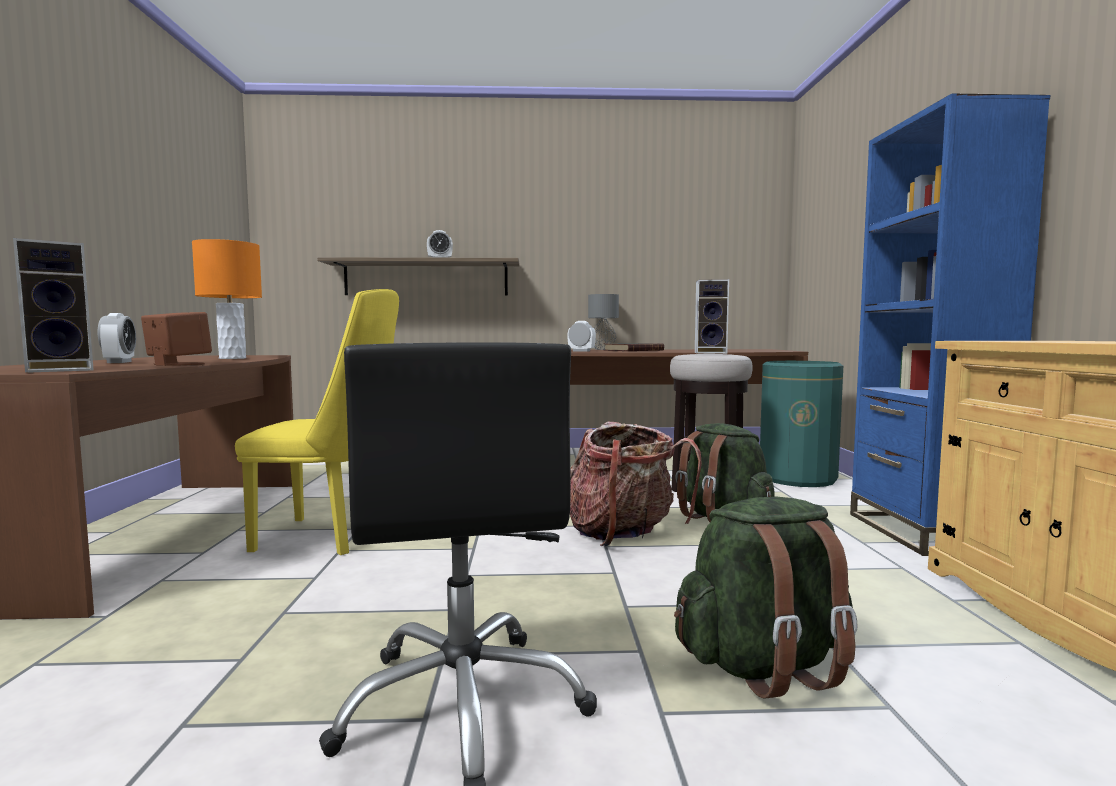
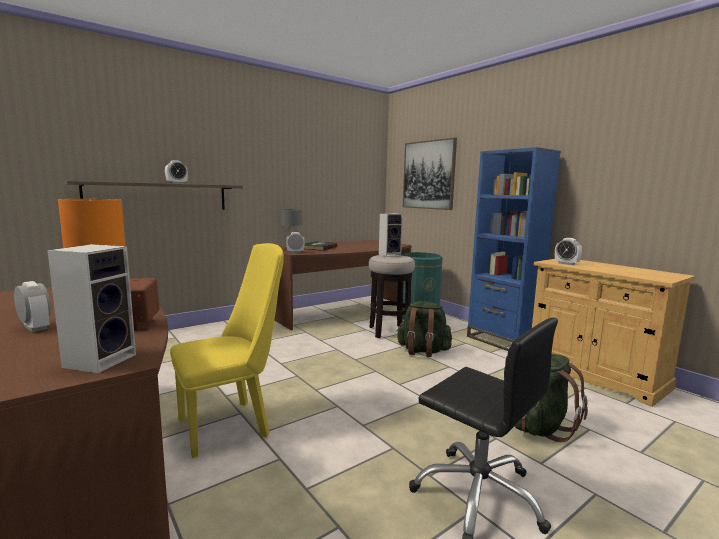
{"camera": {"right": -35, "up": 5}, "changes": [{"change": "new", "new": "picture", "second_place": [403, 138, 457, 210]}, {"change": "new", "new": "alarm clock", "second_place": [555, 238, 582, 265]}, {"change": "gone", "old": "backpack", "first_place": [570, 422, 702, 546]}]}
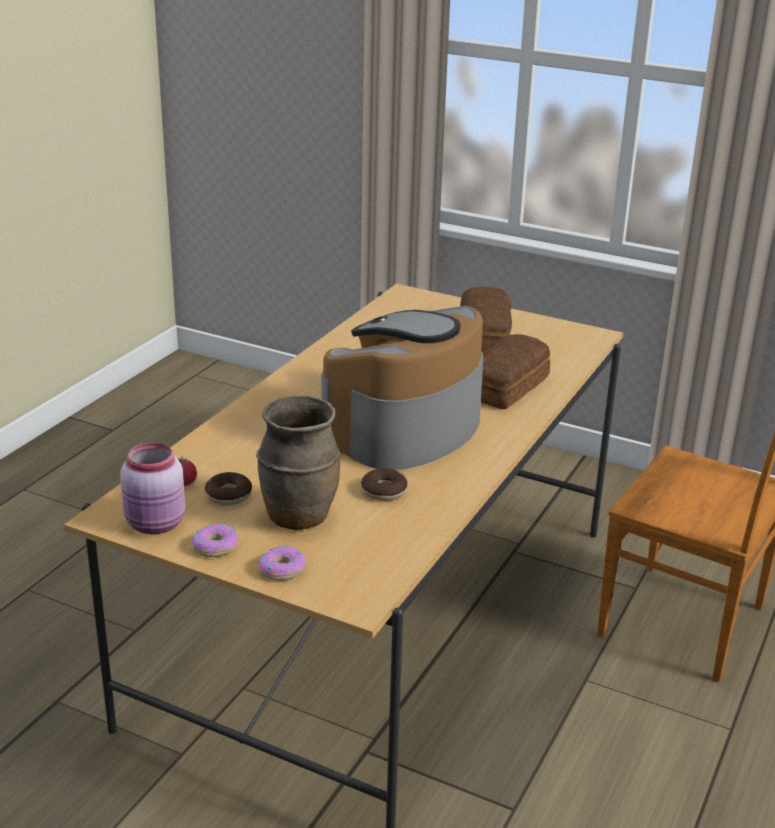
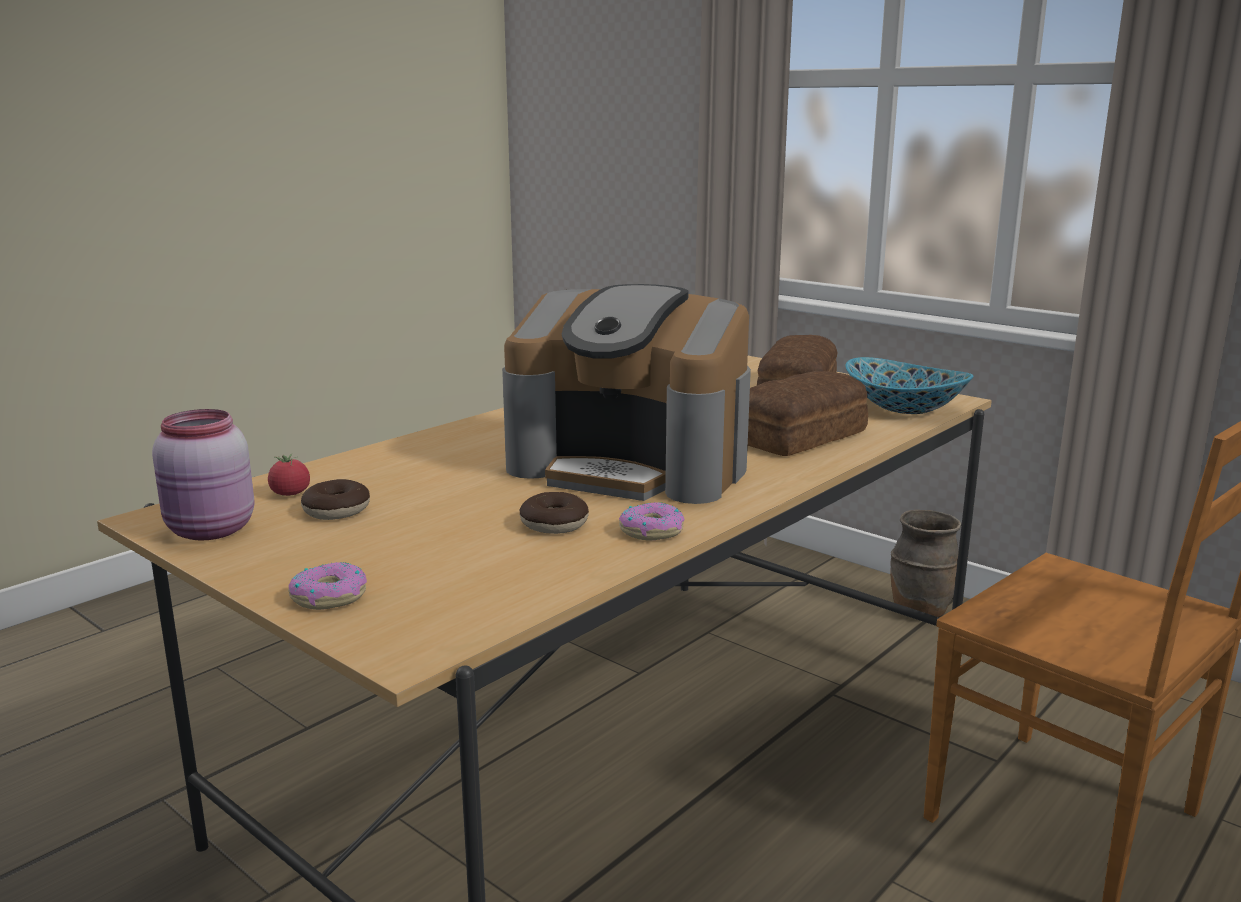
{"camera": {"right": 15, "up": -10}, "changes": [{"change": "rotated", "old": "coffee machine", "first_place": [321, 306, 483, 470], "second_place": [502, 284, 751, 504], "degrees": -120}, {"change": "shifted", "old": "donut", "first_place": [191, 524, 238, 557], "second_place": [619, 502, 685, 541]}, {"change": "new", "new": "bowl", "second_place": [845, 357, 974, 414]}, {"change": "shifted", "old": "vase (brown)", "first_place": [256, 395, 340, 530], "second_place": [890, 510, 961, 617]}]}
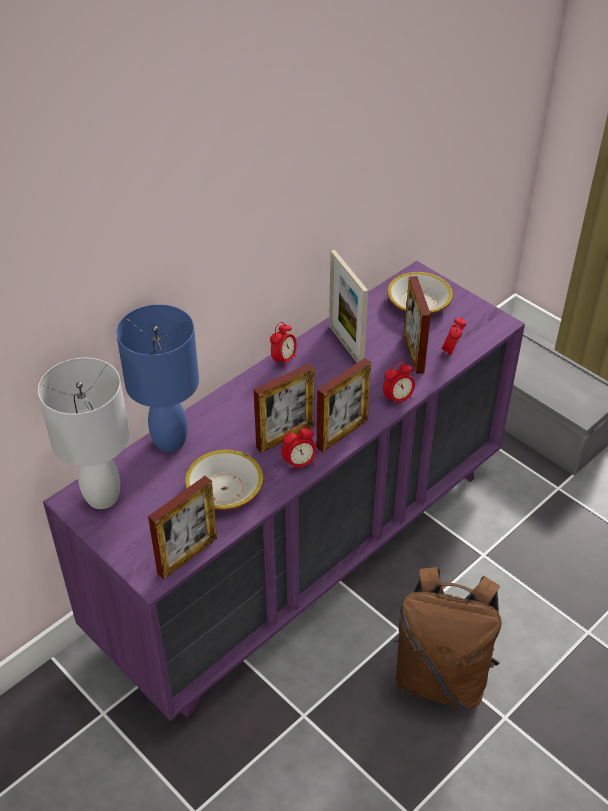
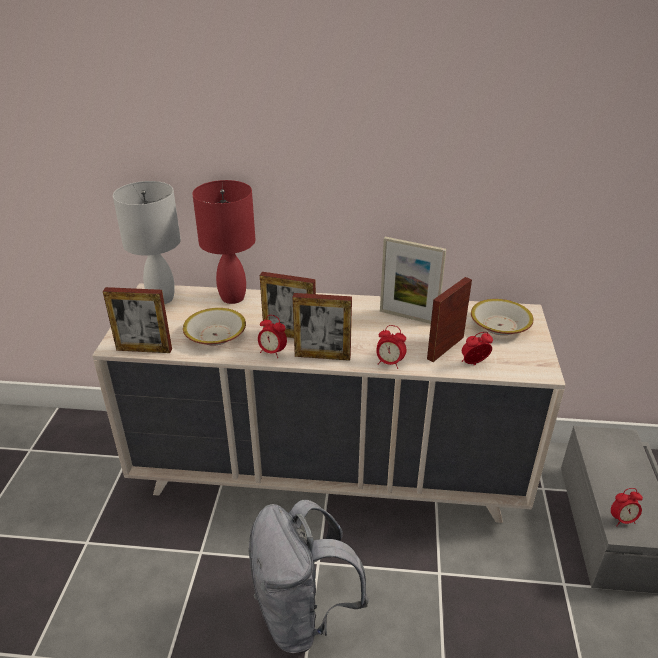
{"camera": {"right": 50, "up": -10}, "changes": [{"change": "repainted", "old": "dresser (purple)", "new": "dresser (beige)", "first_place": [43, 261, 525, 721], "second_place": [92, 283, 566, 523]}, {"change": "repainted", "old": "table lamp (blue)", "new": "table lamp (red)", "first_place": [116, 304, 199, 452], "second_place": [192, 180, 255, 304]}, {"change": "repainted", "old": "backpack (brown)", "new": "backpack (grey)", "first_place": [393, 567, 502, 709], "second_place": [248, 500, 369, 653]}, {"change": "rotated", "old": "picture frame", "first_place": [329, 250, 368, 363], "second_place": [380, 237, 446, 324], "degrees": -90}, {"change": "shifted", "old": "alarm clock", "first_place": [270, 322, 297, 368], "second_place": [611, 488, 643, 526]}]}
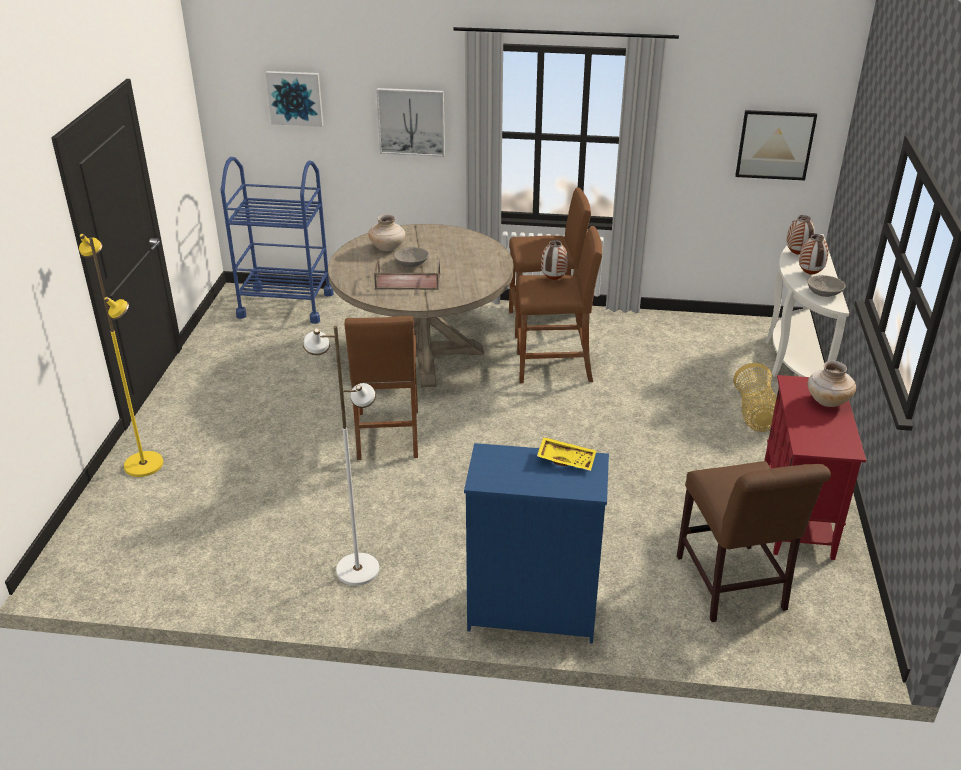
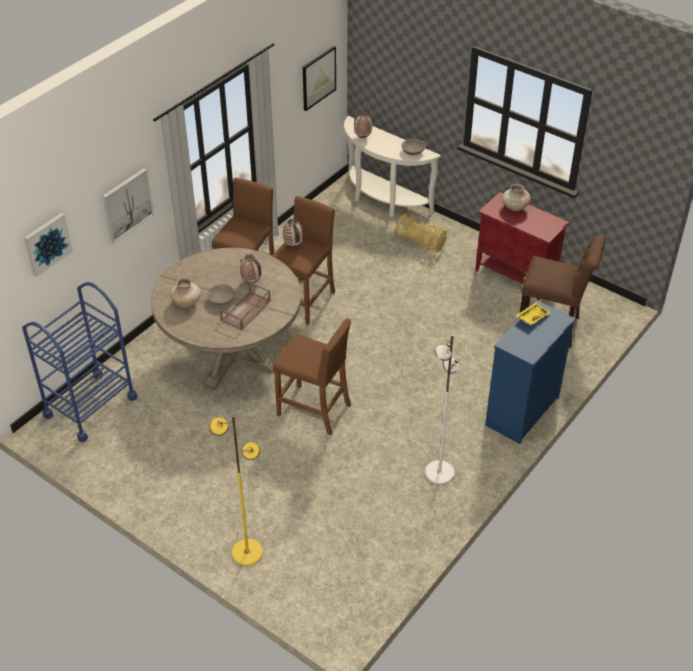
{"camera": {"right": -60, "up": 10}, "changes": [{"change": "shifted", "old": "vase", "first_place": [799, 234, 829, 275], "second_place": [240, 254, 261, 283]}]}
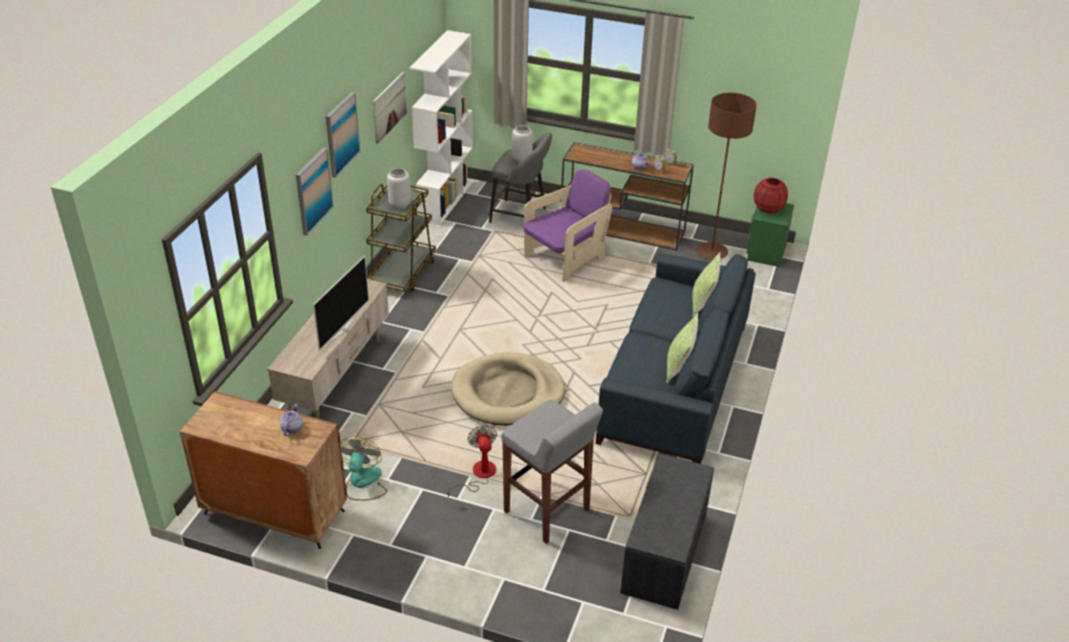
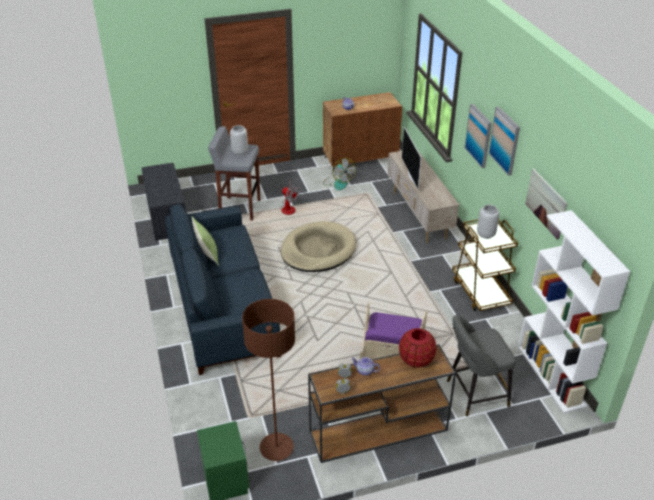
{"camera": {"right": 145, "up": 0}, "changes": [{"change": "shifted", "old": "vase (grey)", "first_place": [512, 125, 533, 162], "second_place": [230, 125, 248, 156]}, {"change": "shifted", "old": "vase (red)", "first_place": [754, 178, 788, 213], "second_place": [399, 328, 436, 368]}, {"change": "gone", "old": "pillow", "first_place": [692, 252, 721, 317]}]}
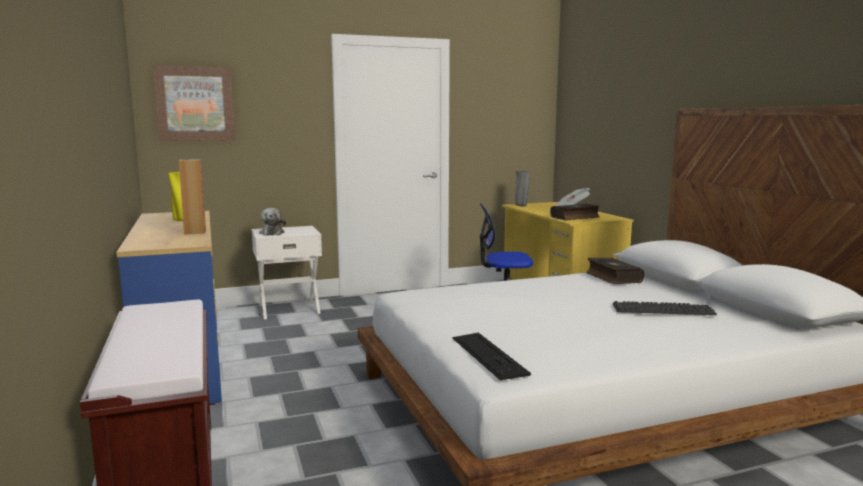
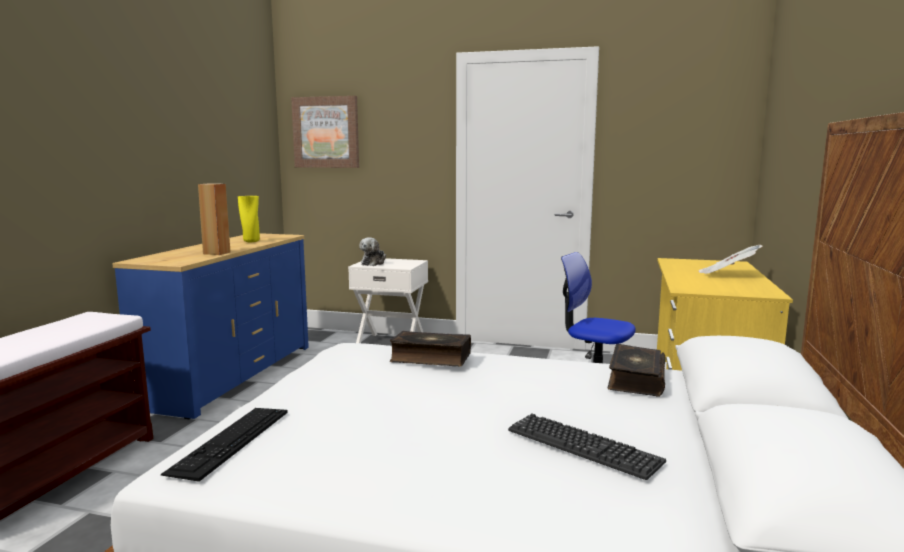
{"camera": {"right": 35, "up": 0}, "changes": [{"change": "shifted", "old": "book", "first_place": [550, 204, 600, 220], "second_place": [390, 331, 471, 366]}, {"change": "gone", "old": "vase (grey)", "first_place": [515, 171, 530, 206]}]}
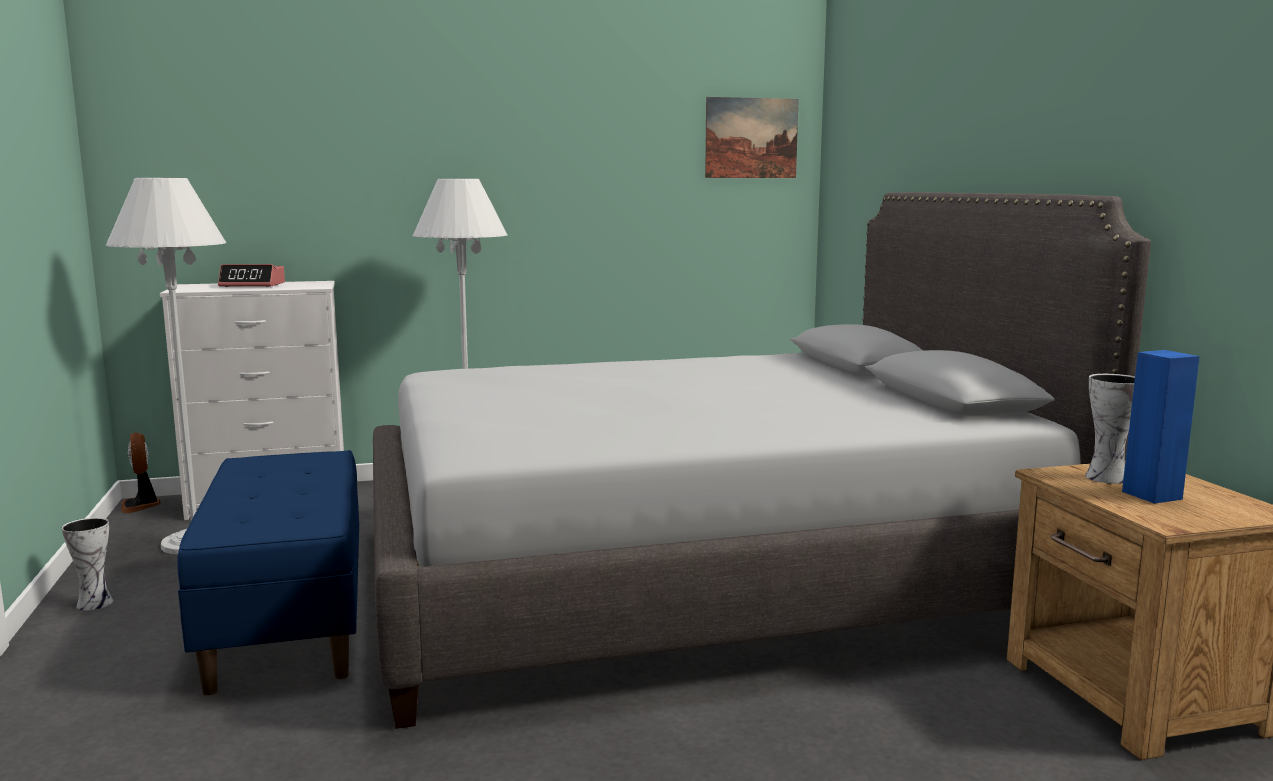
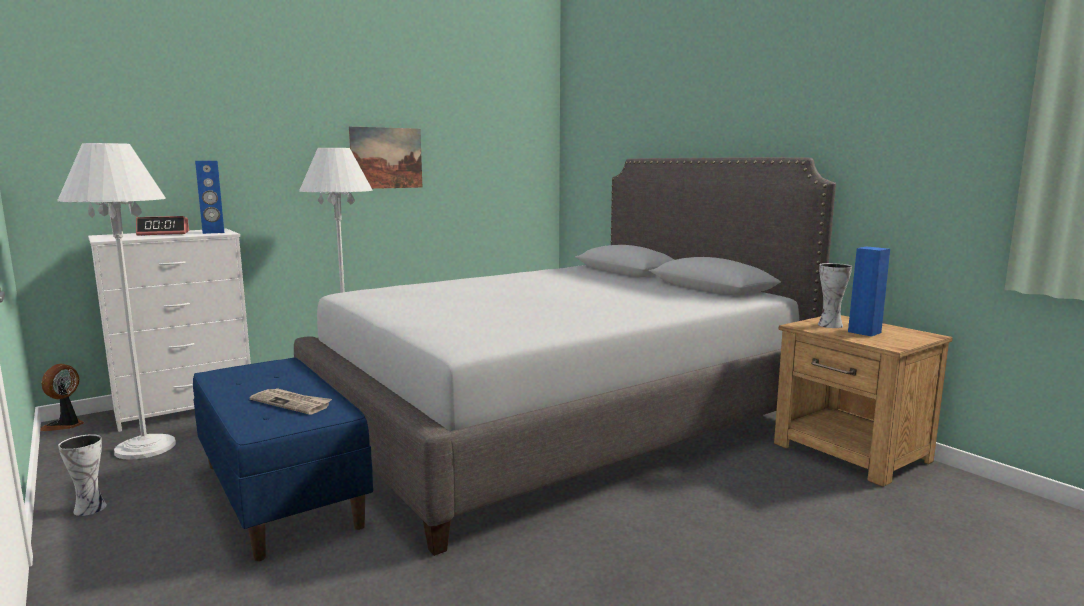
{"camera": {"right": -20, "up": 0}, "changes": [{"change": "rotated", "old": "fan", "first_place": [121, 433, 161, 513], "second_place": [40, 364, 84, 431], "degrees": 60}, {"change": "new", "new": "speaker (blue)", "second_place": [195, 161, 224, 234]}, {"change": "new", "new": "newspaper", "second_place": [250, 388, 332, 415]}, {"change": "shifted", "old": "picture", "first_place": [705, 97, 799, 178], "second_place": [349, 127, 422, 189]}]}
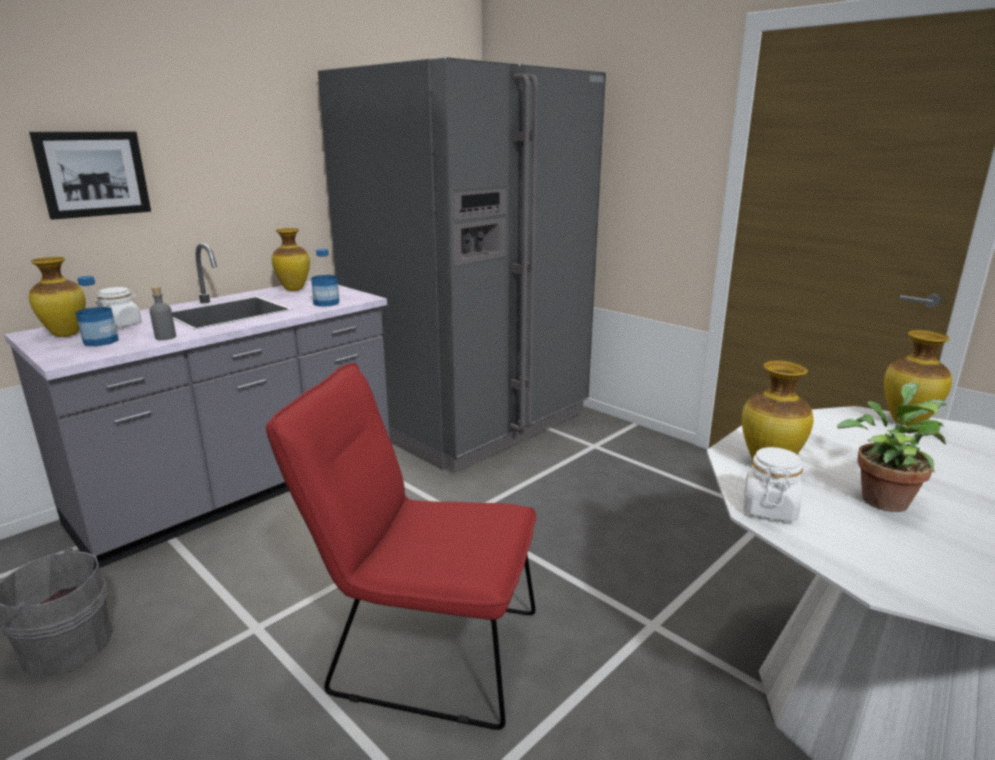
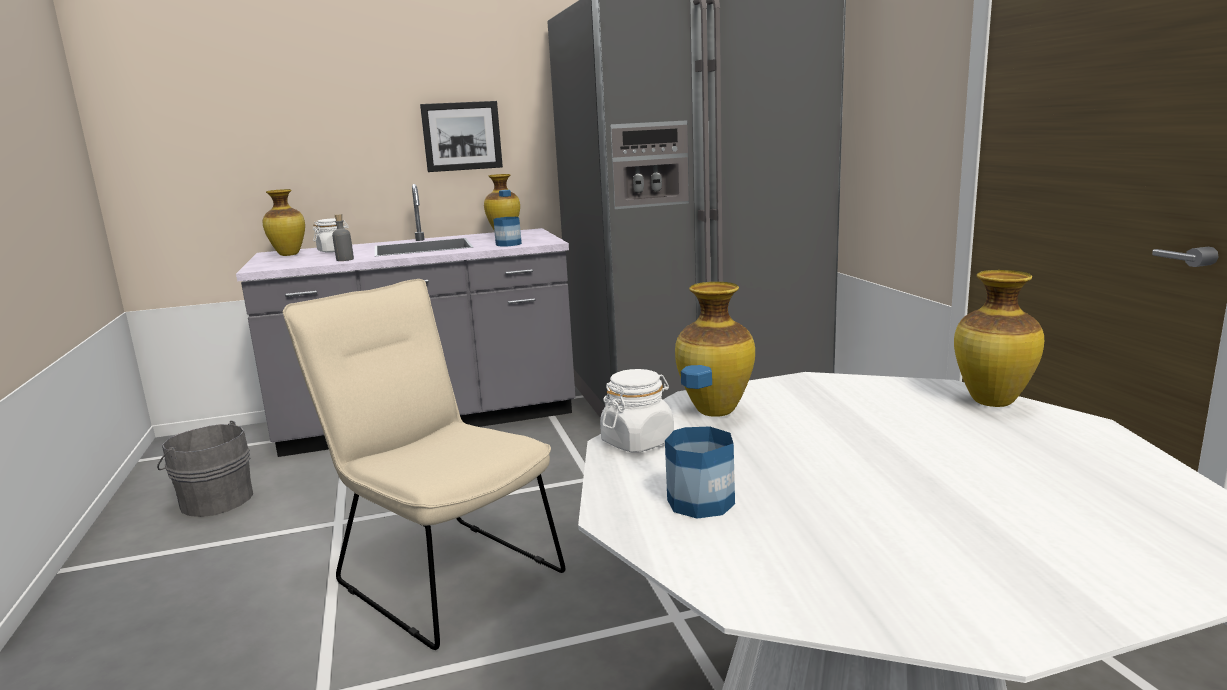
{"camera": {"right": 30, "up": -5}, "changes": [{"change": "repainted", "old": "chair (red)", "new": "chair (beige)", "first_place": [266, 363, 536, 730], "second_place": [283, 279, 565, 650]}, {"change": "shifted", "old": "picture", "first_place": [29, 131, 151, 220], "second_place": [420, 101, 503, 172]}, {"change": "shifted", "old": "bottle", "first_place": [75, 276, 119, 346], "second_place": [665, 365, 735, 519]}, {"change": "gone", "old": "potted plant", "first_place": [837, 383, 946, 512]}]}
